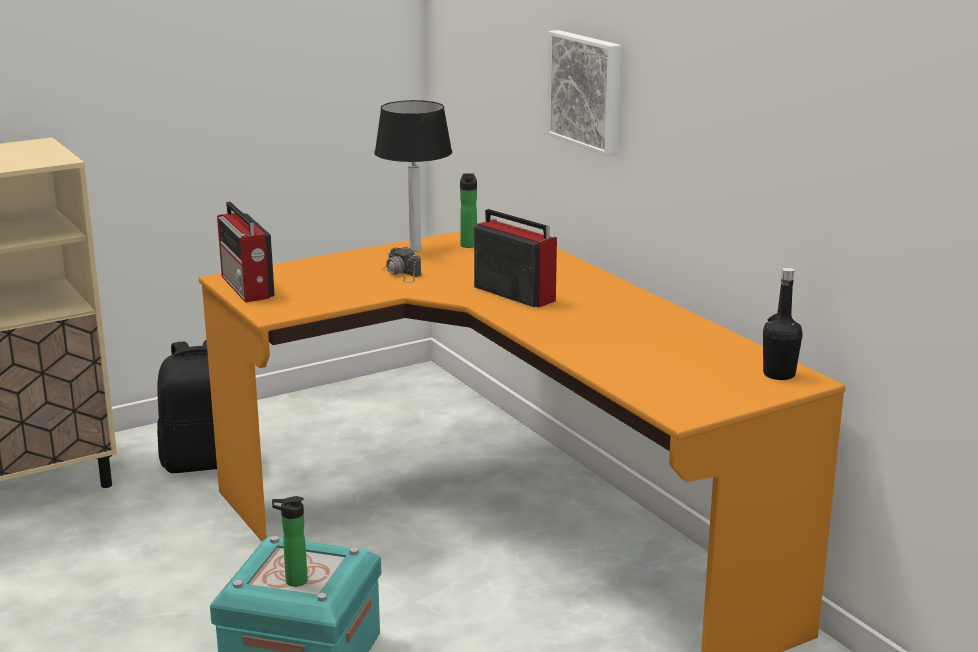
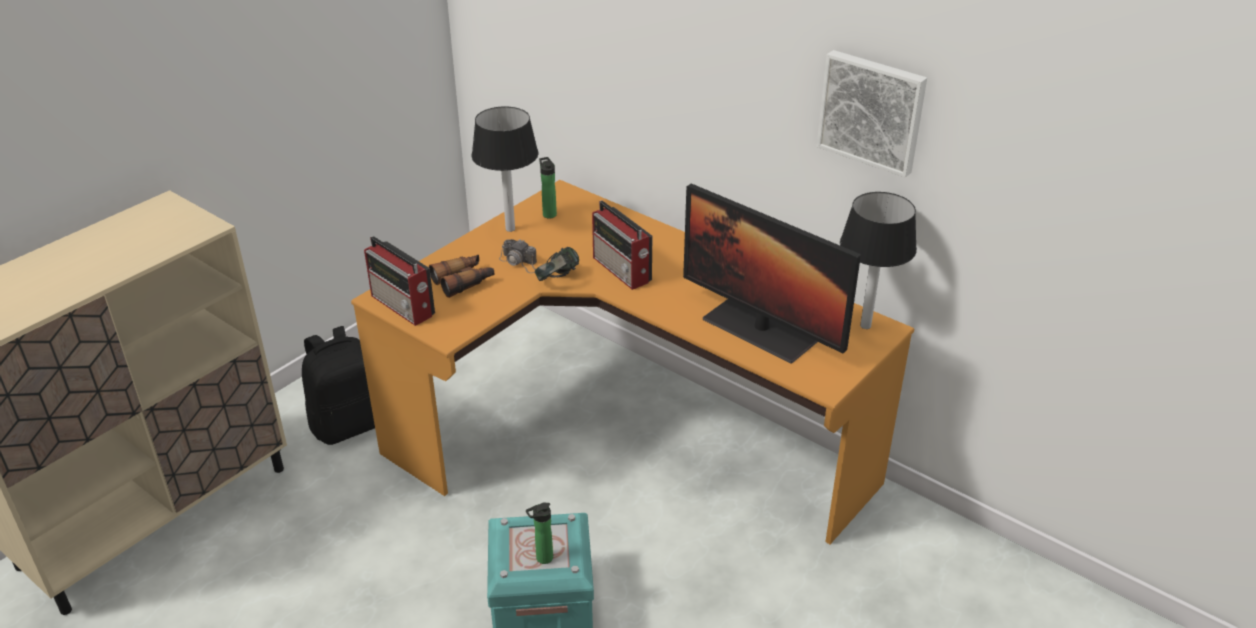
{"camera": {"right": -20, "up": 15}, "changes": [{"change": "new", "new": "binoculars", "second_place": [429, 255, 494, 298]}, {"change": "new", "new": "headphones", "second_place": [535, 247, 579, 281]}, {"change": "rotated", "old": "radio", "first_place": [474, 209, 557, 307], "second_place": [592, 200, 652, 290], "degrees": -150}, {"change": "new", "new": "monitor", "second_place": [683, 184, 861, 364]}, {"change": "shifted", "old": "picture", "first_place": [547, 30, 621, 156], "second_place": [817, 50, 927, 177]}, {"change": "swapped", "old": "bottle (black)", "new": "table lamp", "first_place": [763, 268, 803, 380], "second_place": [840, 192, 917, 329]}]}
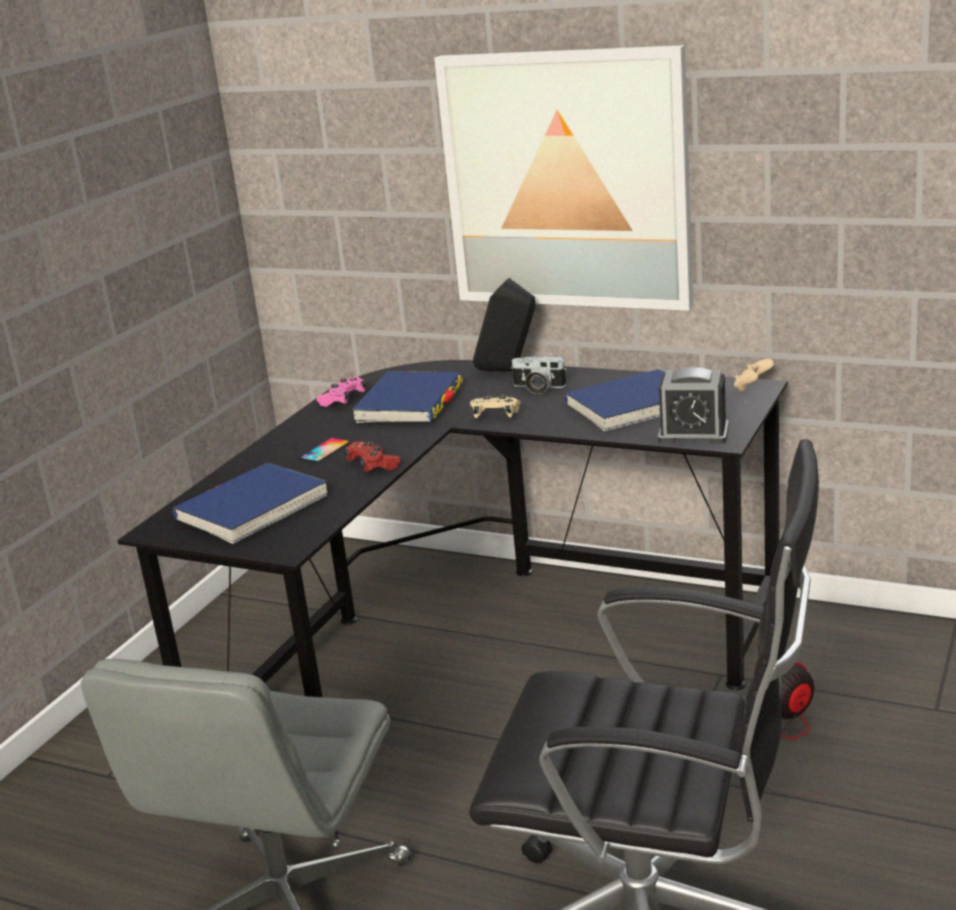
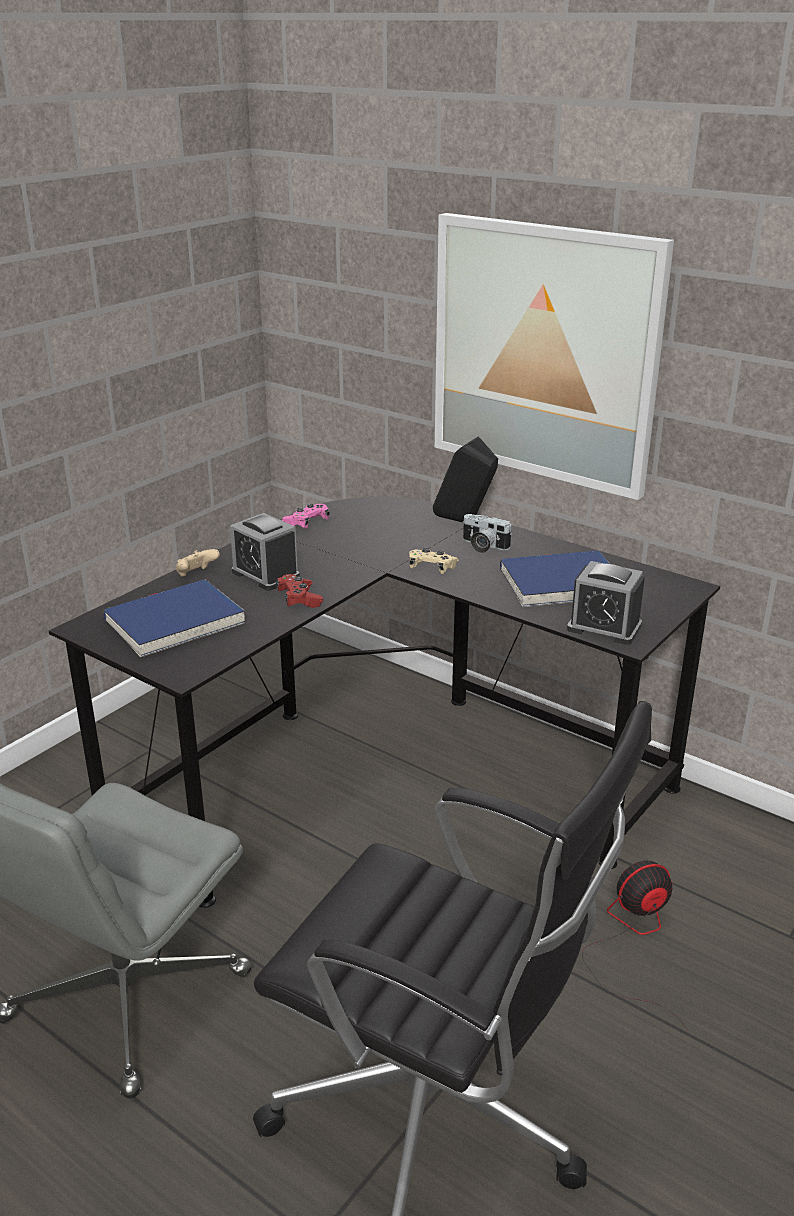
{"camera": {"right": 10, "up": 5}, "changes": [{"change": "shifted", "old": "game controller (beige)", "first_place": [734, 359, 774, 392], "second_place": [176, 549, 220, 577]}, {"change": "swapped", "old": "phone", "new": "alarm clock", "first_place": [300, 438, 350, 463], "second_place": [230, 513, 300, 591]}, {"change": "gone", "old": "book (blue)", "first_place": [352, 371, 462, 423]}]}
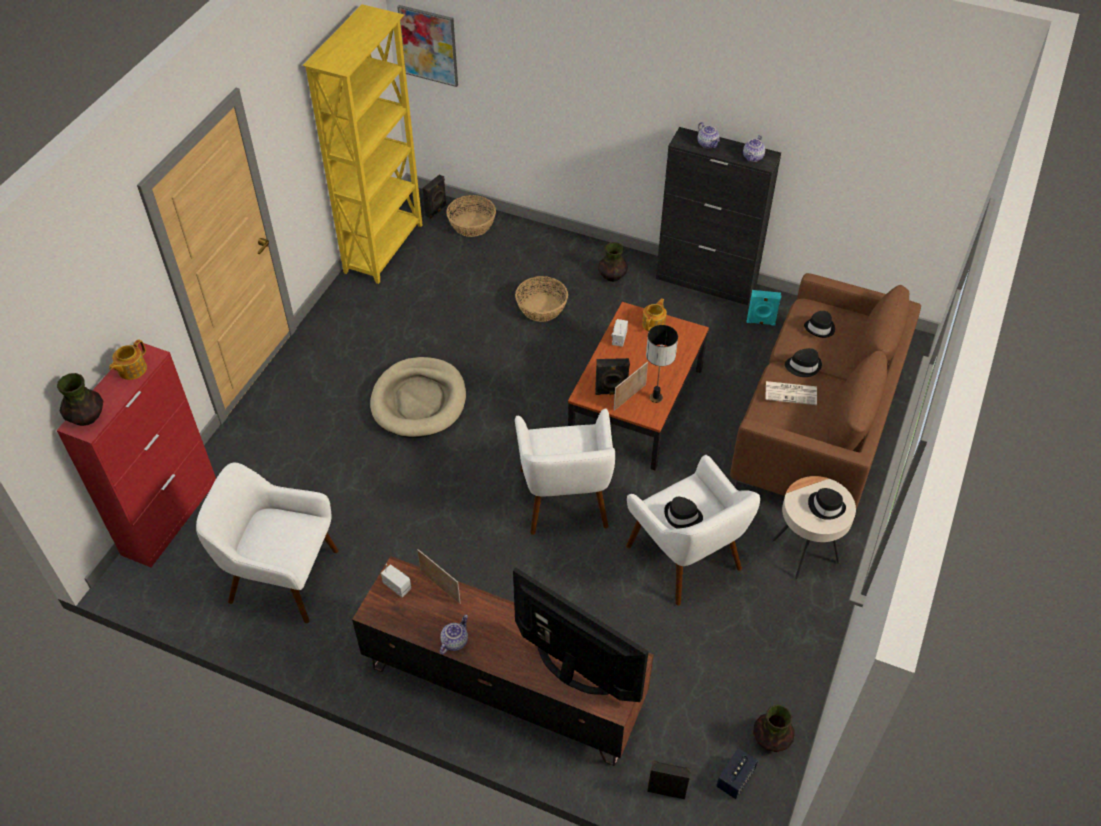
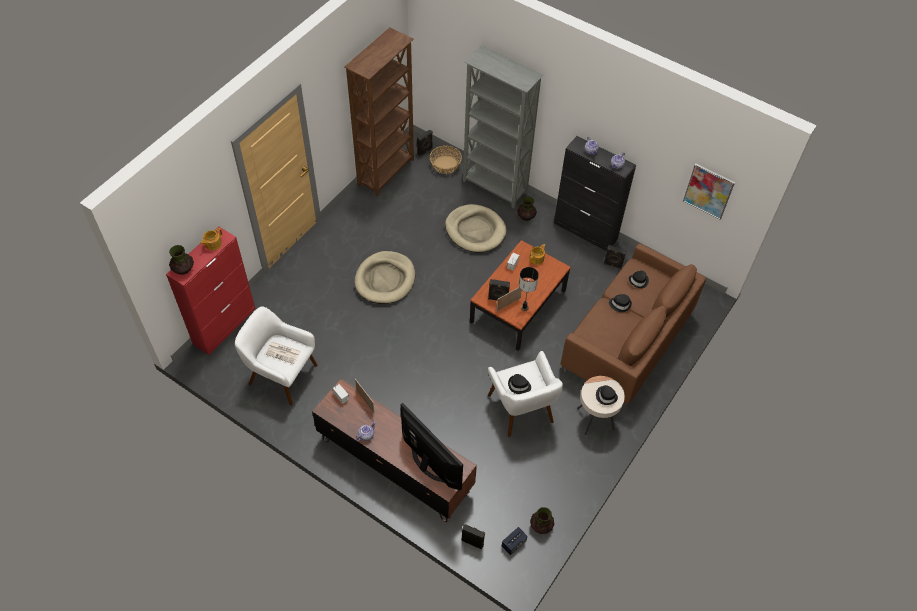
{"camera": {"right": 10, "up": 5}, "changes": [{"change": "shifted", "old": "newspaper", "first_place": [765, 381, 817, 405], "second_place": [265, 342, 301, 364]}, {"change": "repainted", "old": "bookcase (yellow)", "new": "bookcase (brown)", "first_place": [303, 4, 422, 284], "second_place": [345, 27, 414, 197]}, {"change": "swapped", "old": "basket", "new": "dog bed (beige)", "first_place": [515, 276, 568, 322], "second_place": [445, 204, 507, 253]}, {"change": "new", "new": "bookcase (grey)", "second_place": [463, 45, 544, 209]}, {"change": "repainted", "old": "speaker (turquoise)", "new": "speaker (black)", "first_place": [747, 290, 781, 326], "second_place": [604, 245, 626, 269]}, {"change": "shifted", "old": "picture", "first_place": [397, 5, 458, 87], "second_place": [683, 164, 735, 220]}, {"change": "gone", "old": "armchair (white)", "first_place": [515, 409, 615, 535]}]}
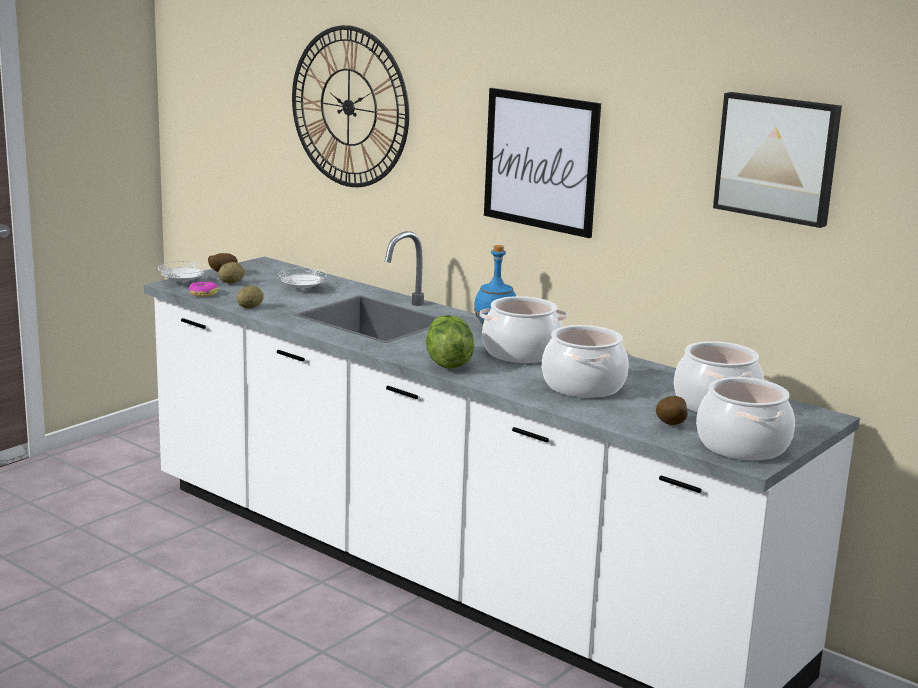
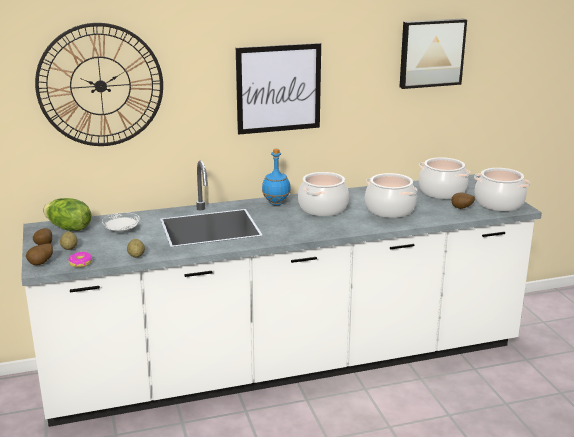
{"camera": {"right": -55, "up": 5}, "changes": [{"change": "swapped", "old": "plate (white)", "new": "potato", "first_place": [158, 261, 207, 283], "second_place": [26, 243, 53, 265]}, {"change": "shifted", "old": "lettuce", "first_place": [426, 315, 474, 368], "second_place": [43, 198, 92, 231]}]}
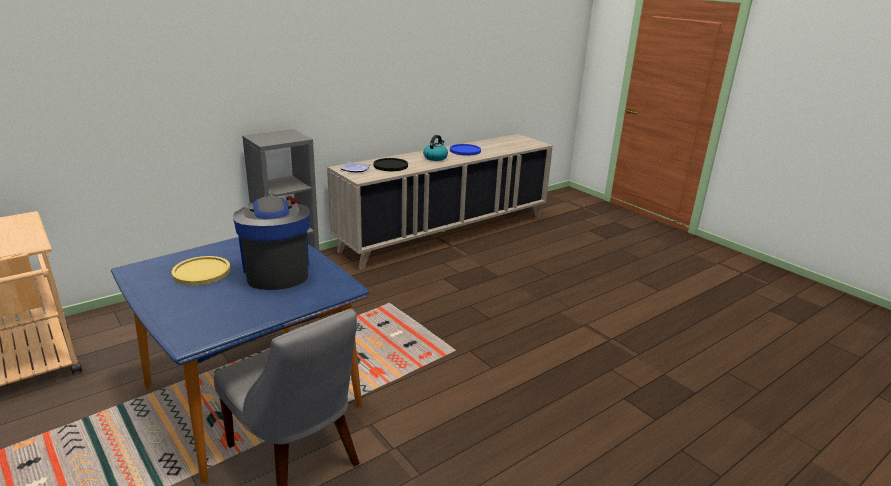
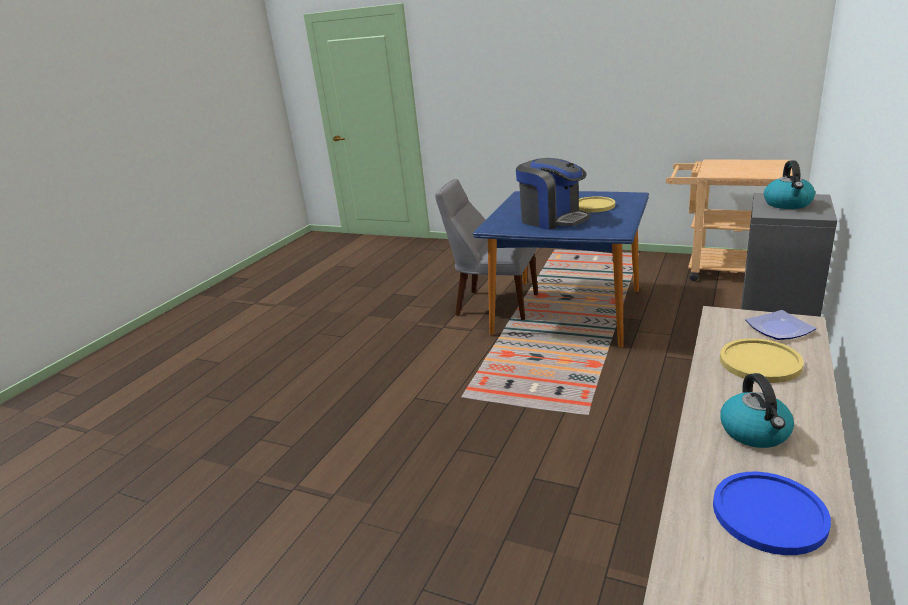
{"camera": {"right": 155, "up": 0}, "changes": [{"change": "repainted", "old": "plate (black)", "new": "plate (yellow)", "first_place": [373, 158, 408, 171], "second_place": [720, 338, 804, 383]}, {"change": "new", "new": "kettle", "second_place": [764, 160, 815, 209]}]}
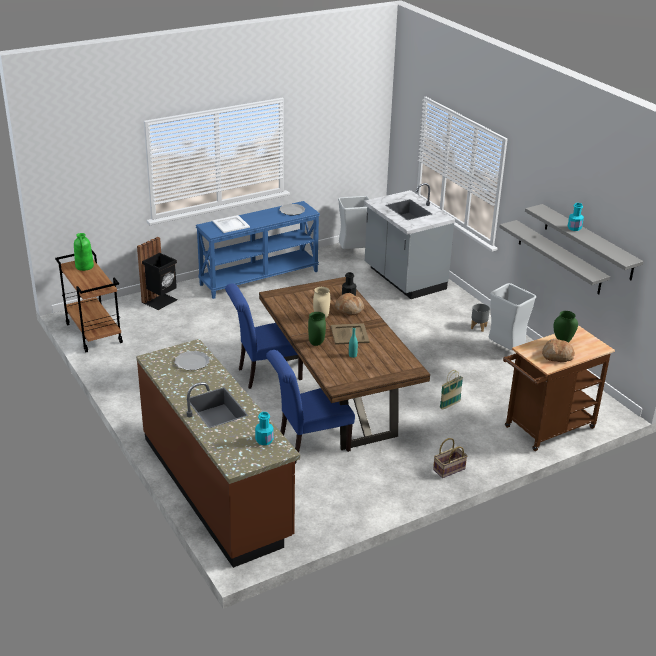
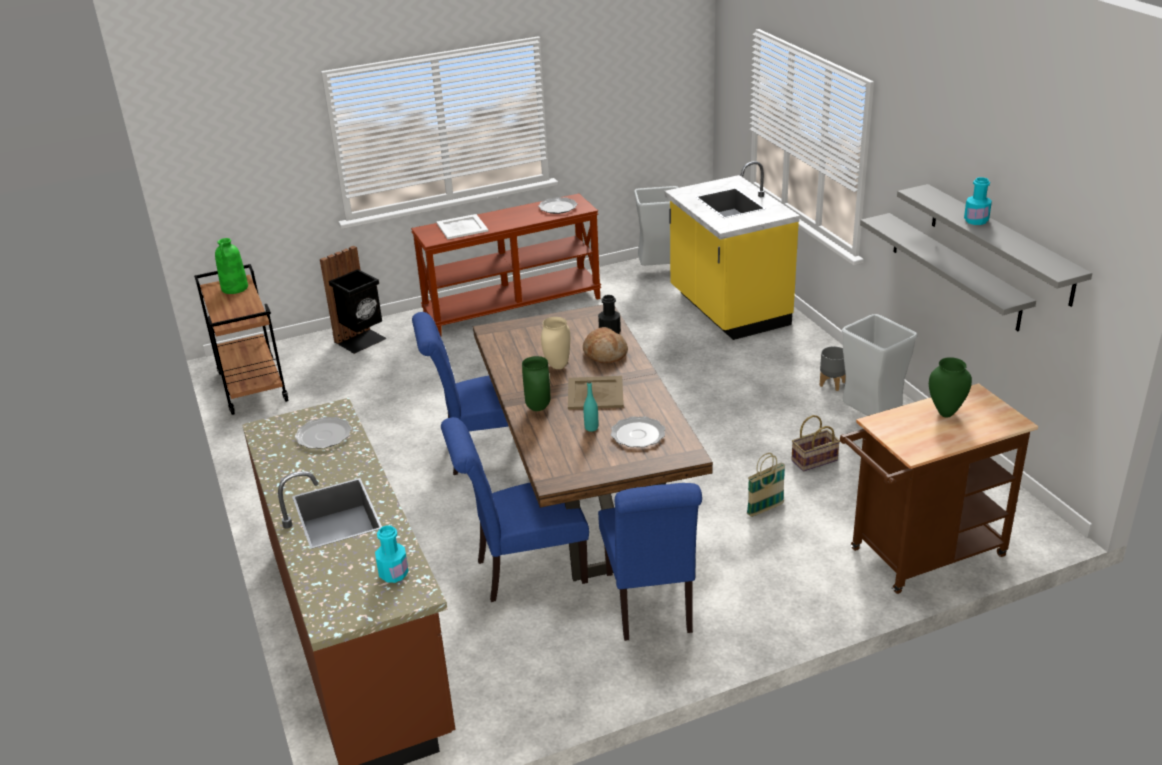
{"camera": {"right": 10, "up": 0}, "changes": [{"change": "repainted", "old": "console table (blue)", "new": "console table (brown)", "first_place": [196, 201, 320, 299], "second_place": [411, 194, 601, 336]}, {"change": "new", "new": "chair (blue)", "second_place": [598, 483, 702, 641]}, {"change": "new", "new": "plate", "second_place": [611, 416, 665, 447]}, {"change": "repainted", "old": "counter (grey)", "new": "counter (yellow)", "first_place": [364, 183, 455, 299], "second_place": [665, 161, 800, 340]}, {"change": "shifted", "old": "basket", "first_place": [433, 438, 467, 478], "second_place": [791, 415, 840, 472]}, {"change": "gone", "old": "bread", "first_place": [542, 339, 575, 362]}]}
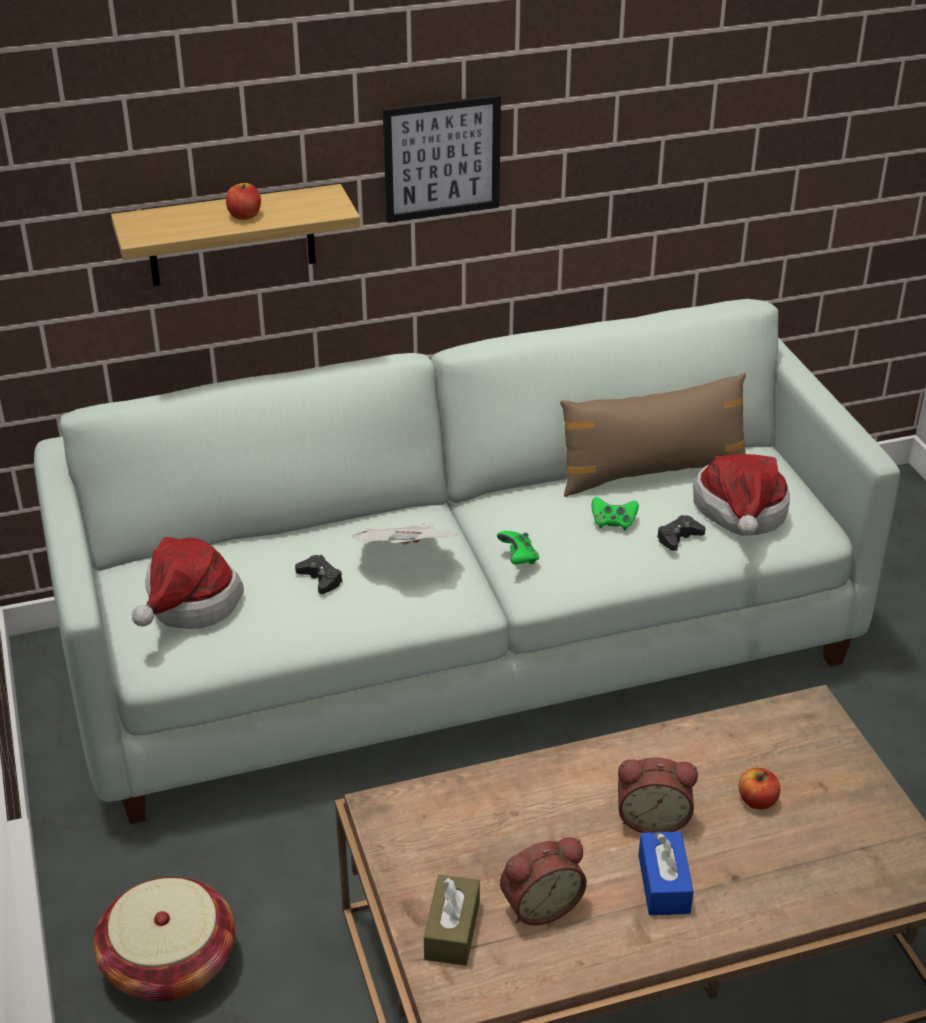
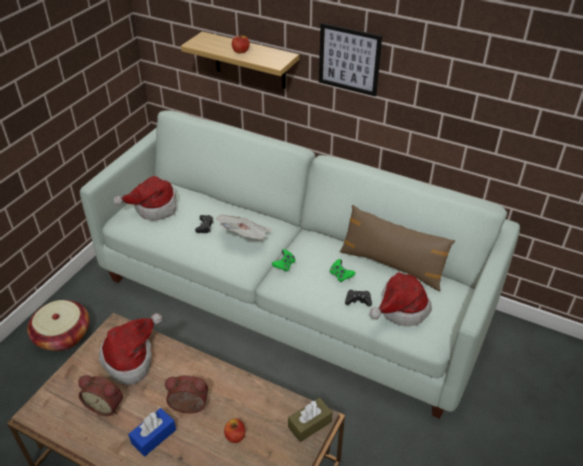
{"camera": {"right": 45, "up": 5}, "changes": [{"change": "new", "new": "hat", "second_place": [99, 313, 162, 385]}, {"change": "rotated", "old": "alarm clock", "first_place": [618, 757, 698, 833], "second_place": [165, 375, 208, 413], "degrees": 135}, {"change": "shifted", "old": "tissue box (brown)", "first_place": [424, 875, 480, 966], "second_place": [288, 398, 333, 442]}]}
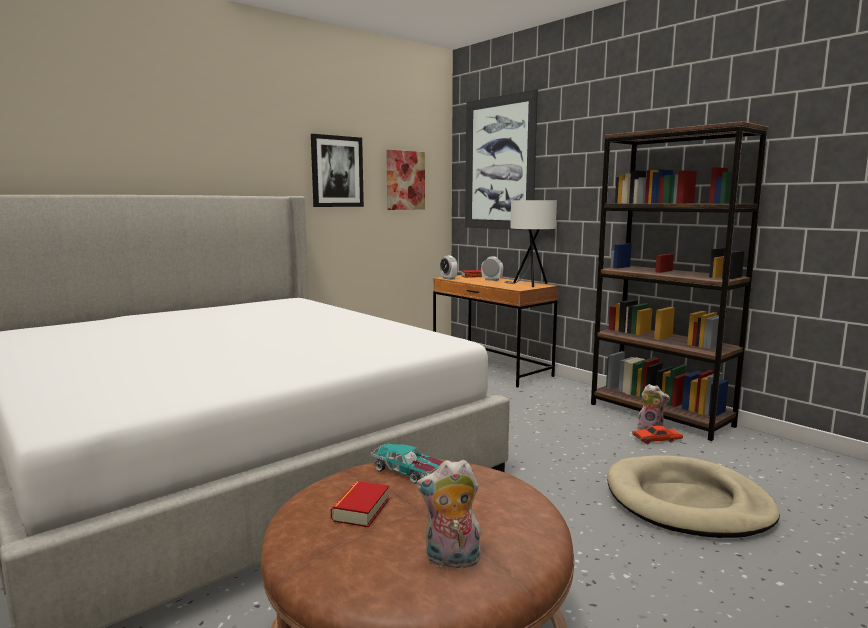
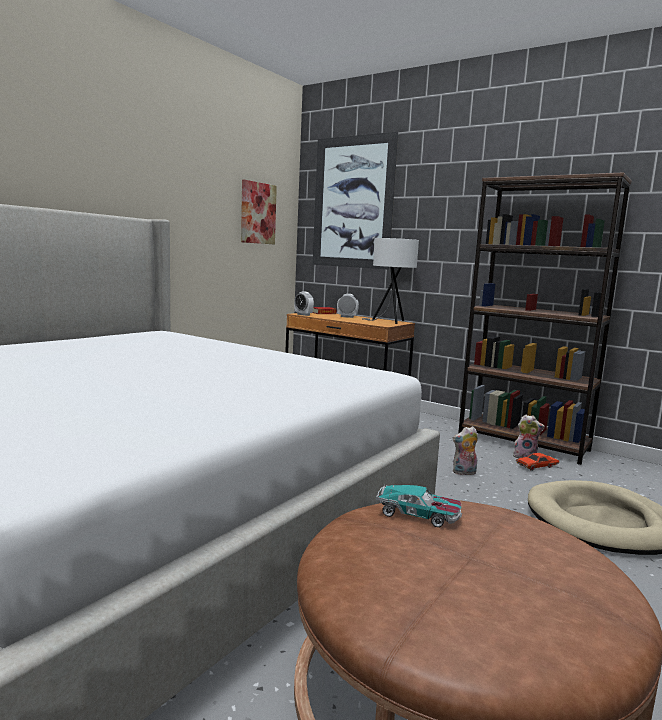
{"camera": {"right": -15, "up": 0}, "changes": [{"change": "shifted", "old": "plush toy", "first_place": [416, 460, 481, 572], "second_place": [453, 426, 478, 475]}, {"change": "gone", "old": "picture", "first_place": [311, 134, 364, 207]}, {"change": "gone", "old": "book", "first_place": [331, 481, 390, 527]}]}
